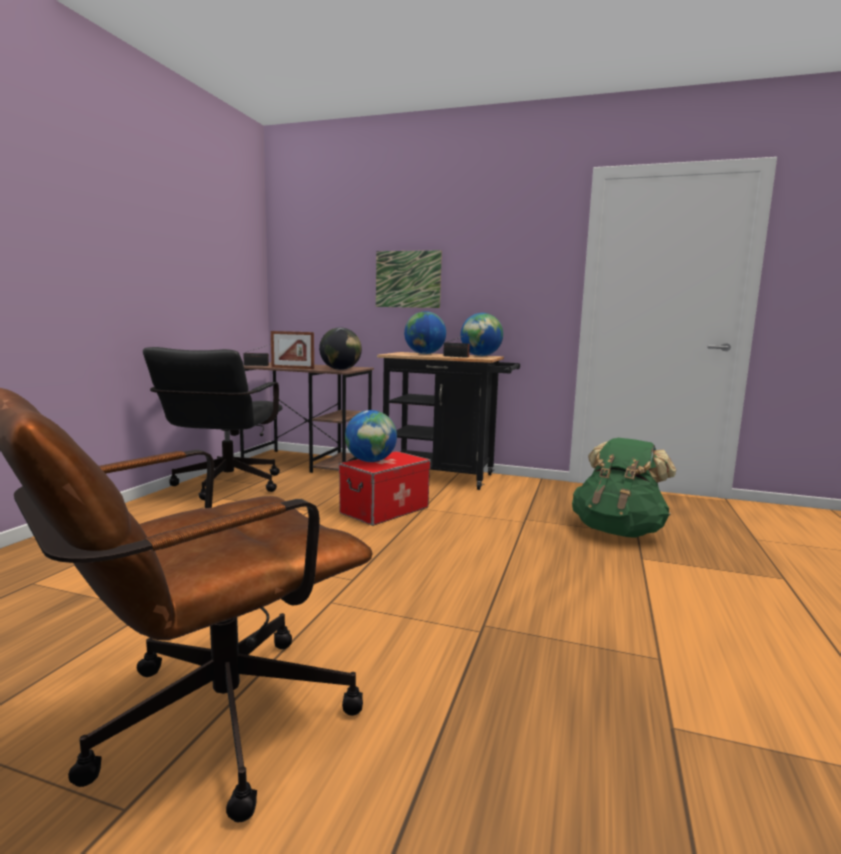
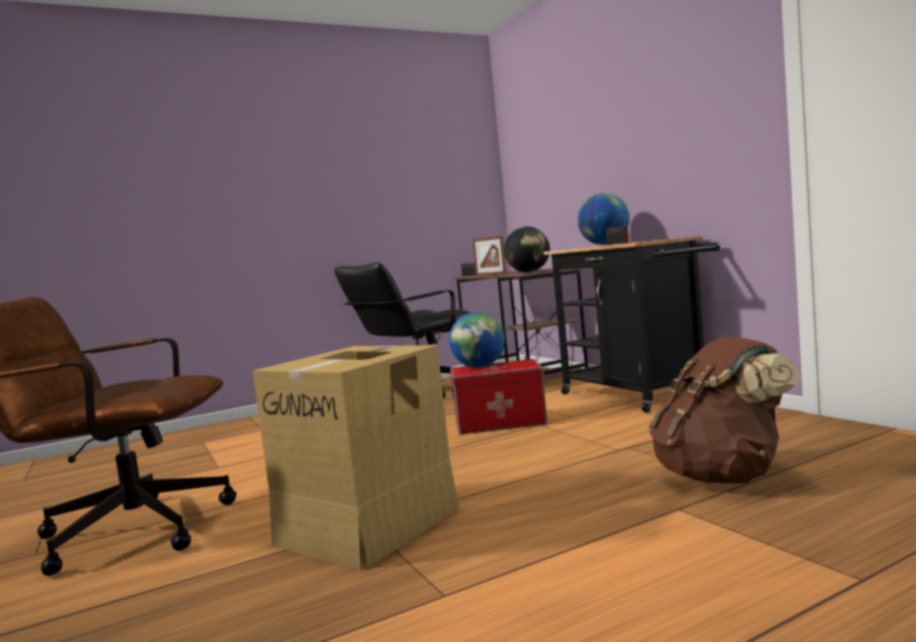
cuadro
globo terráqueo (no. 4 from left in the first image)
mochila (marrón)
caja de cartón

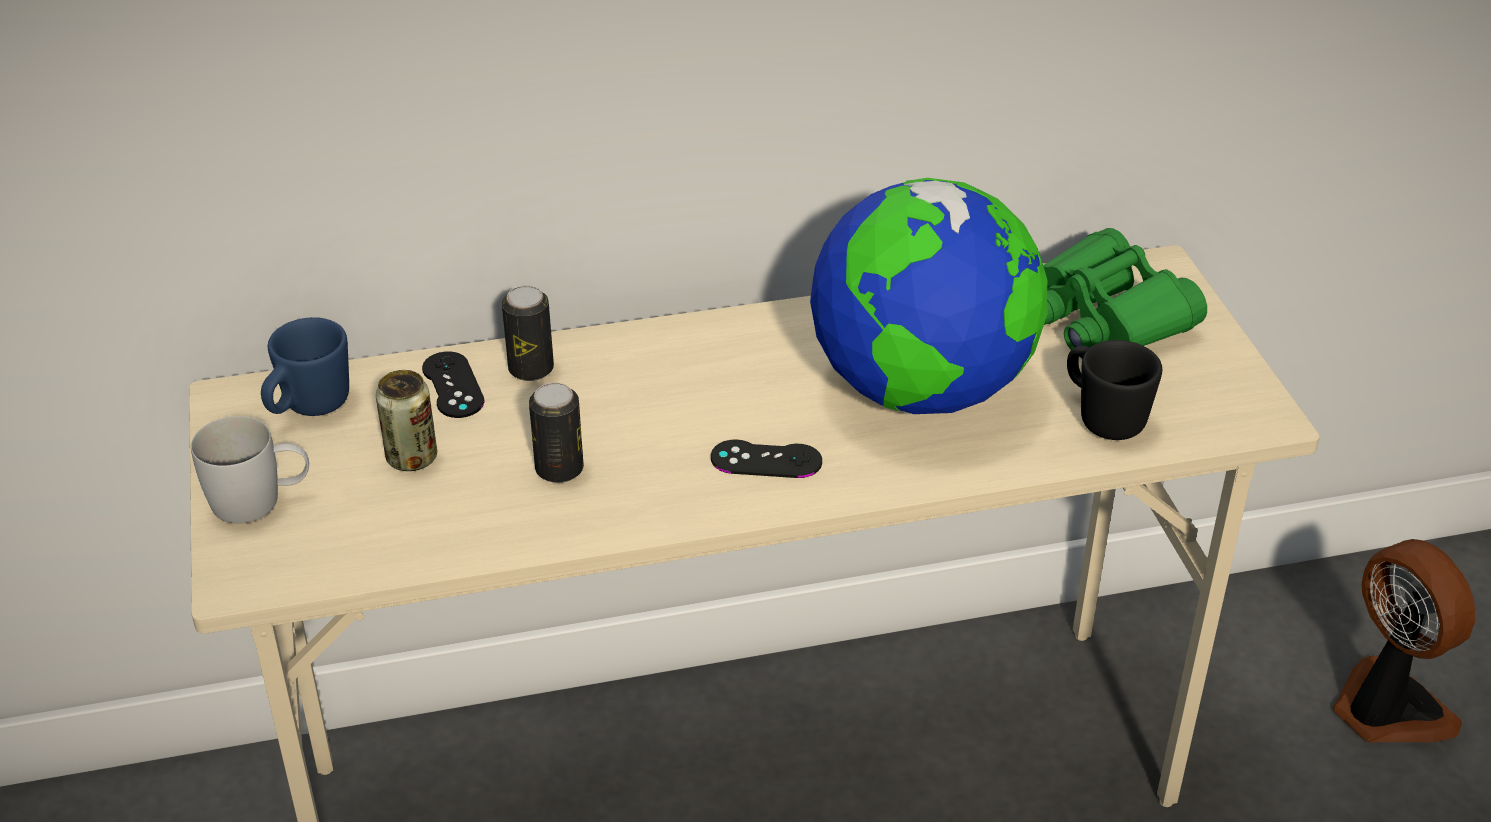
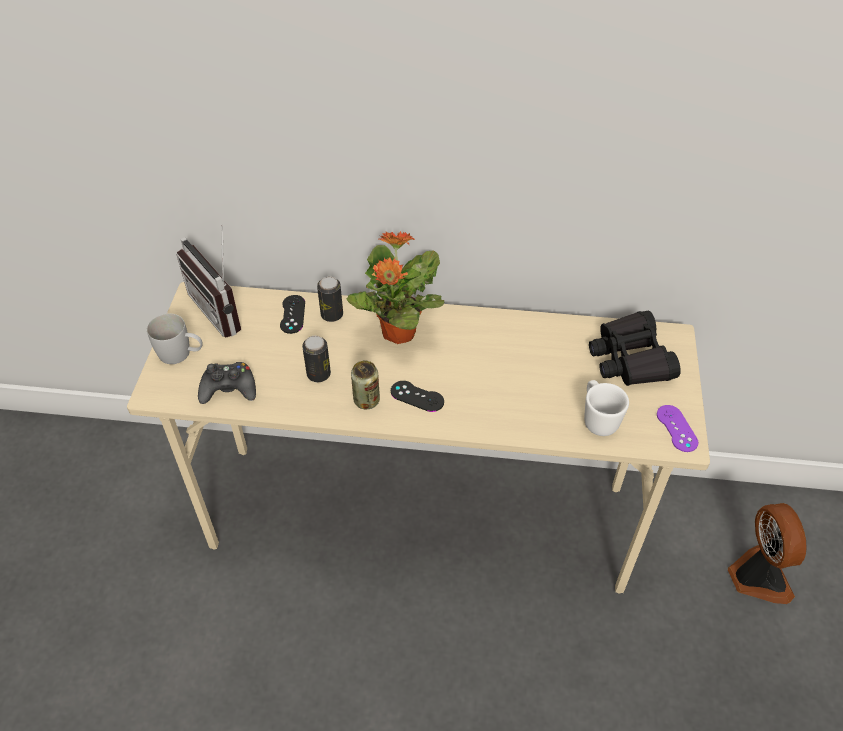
globo terráqueo
prismáticos (negro)
radio
taza grande (blanco) (no. 2 from left)
lata (no. 3 from left)
planta en maceta
mando de consola (negro) (no. 1 from left)
mando de consola (morado)

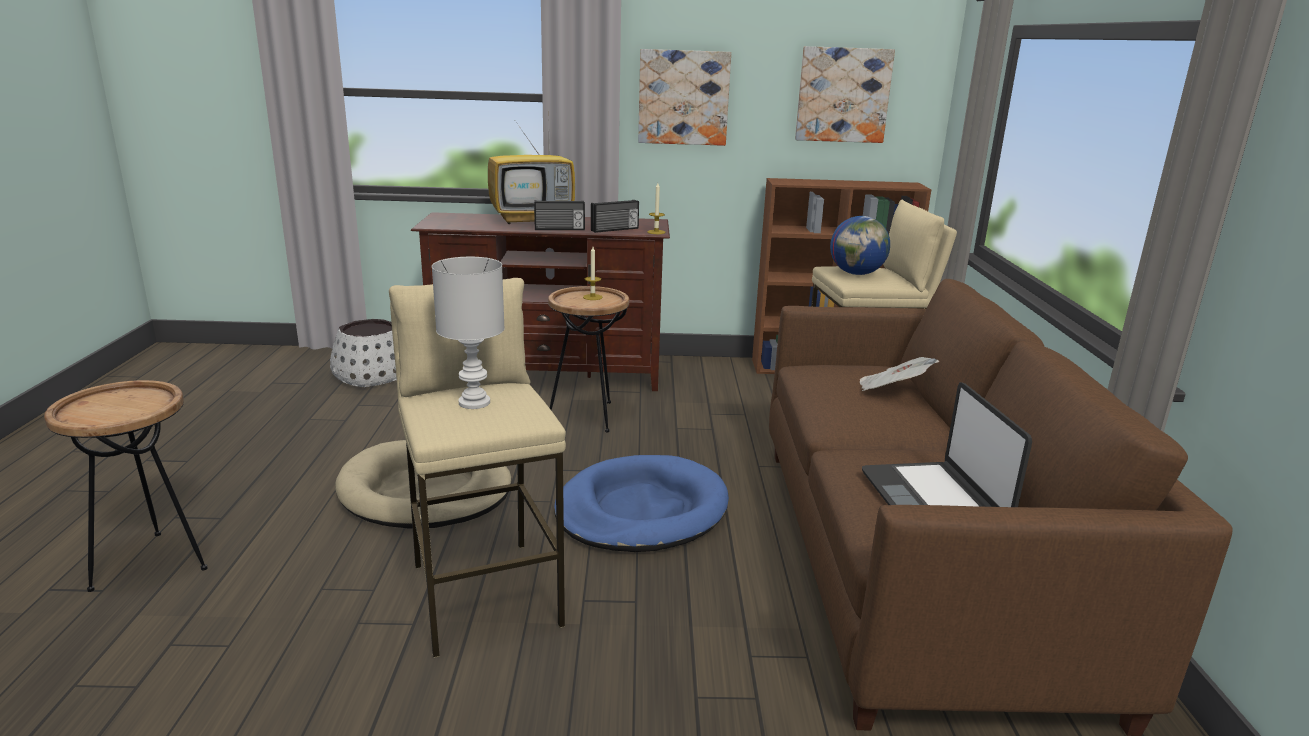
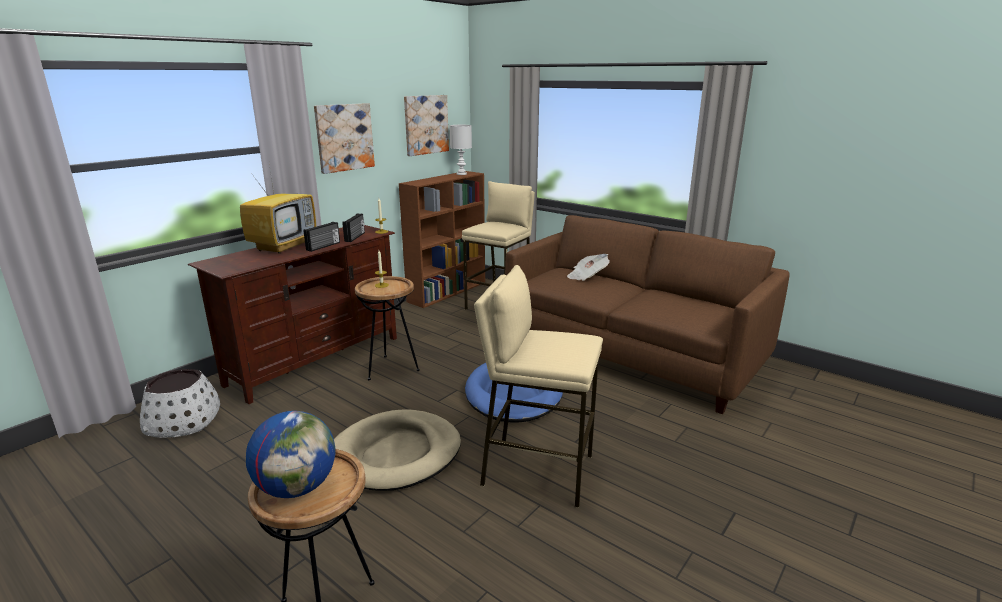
globo terráqueo
lámpara de mesa (blanco)
portátil

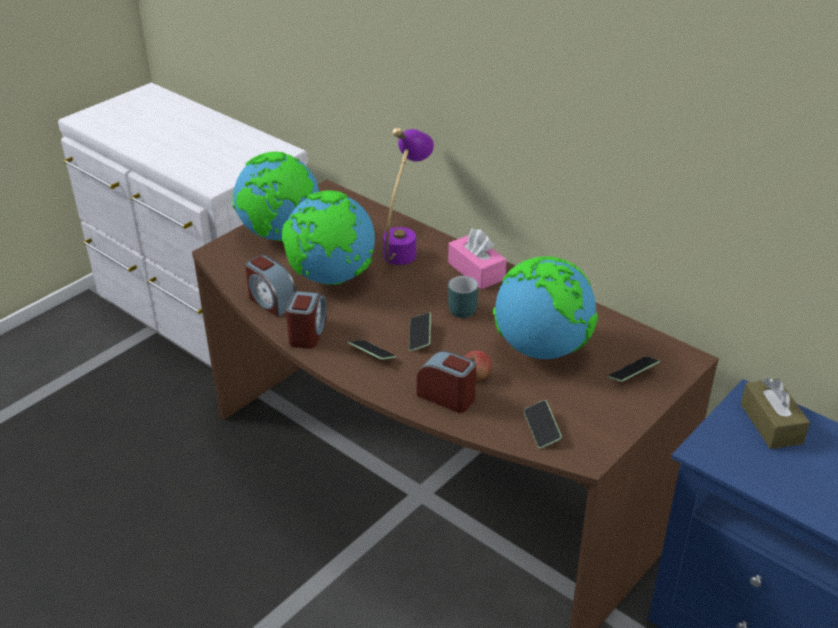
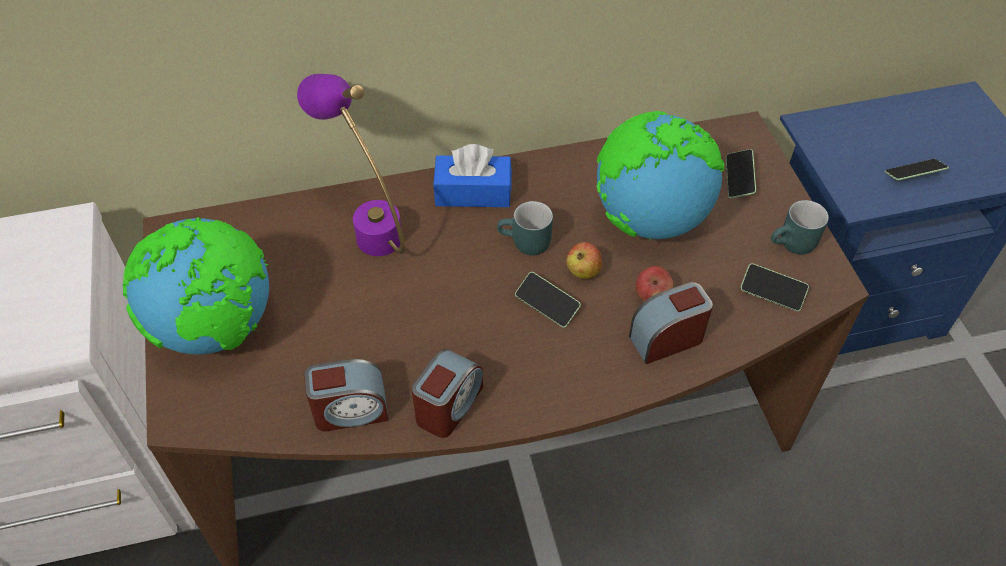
globo terráqueo (no. 2 from left in the first image)
caja de pañuelos (azul)
despertador (no. 2 from left)
móvil (no. 4 from left)
caja de pañuelos (marrón)
taza grande (turquesa) (no. 2 from left)
manzana (no. 1 from left)

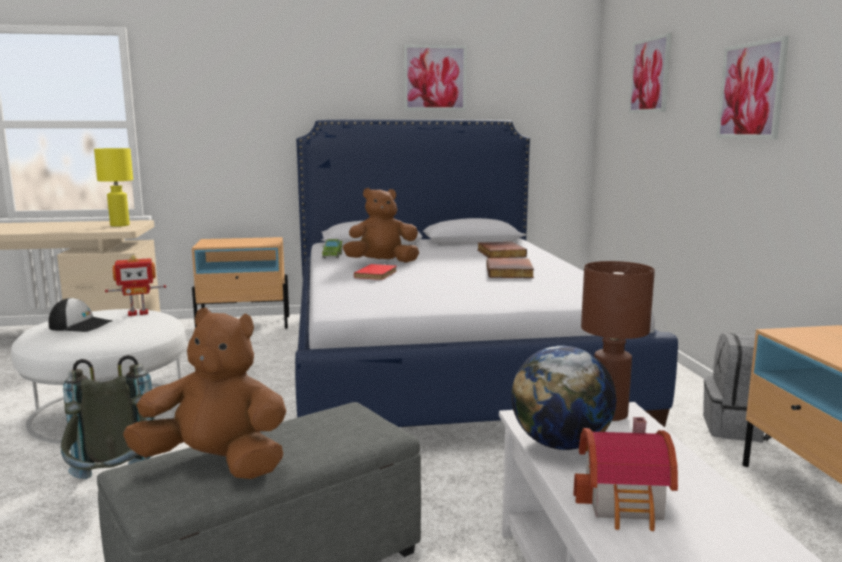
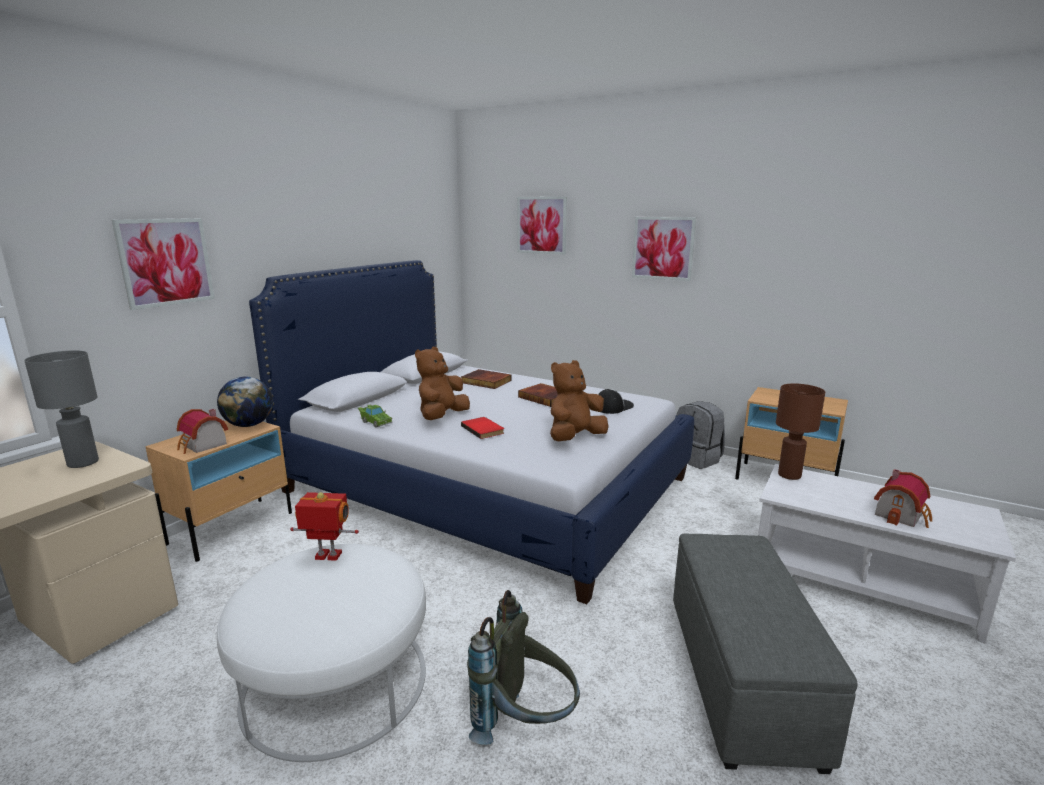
cuadro (no. 1 from left)
lámpara de mesa (gris)
robot de juguete
gorra
peluche (marrón) (no. 2 from left)
globo terráqueo
casita (no. 1 from left)

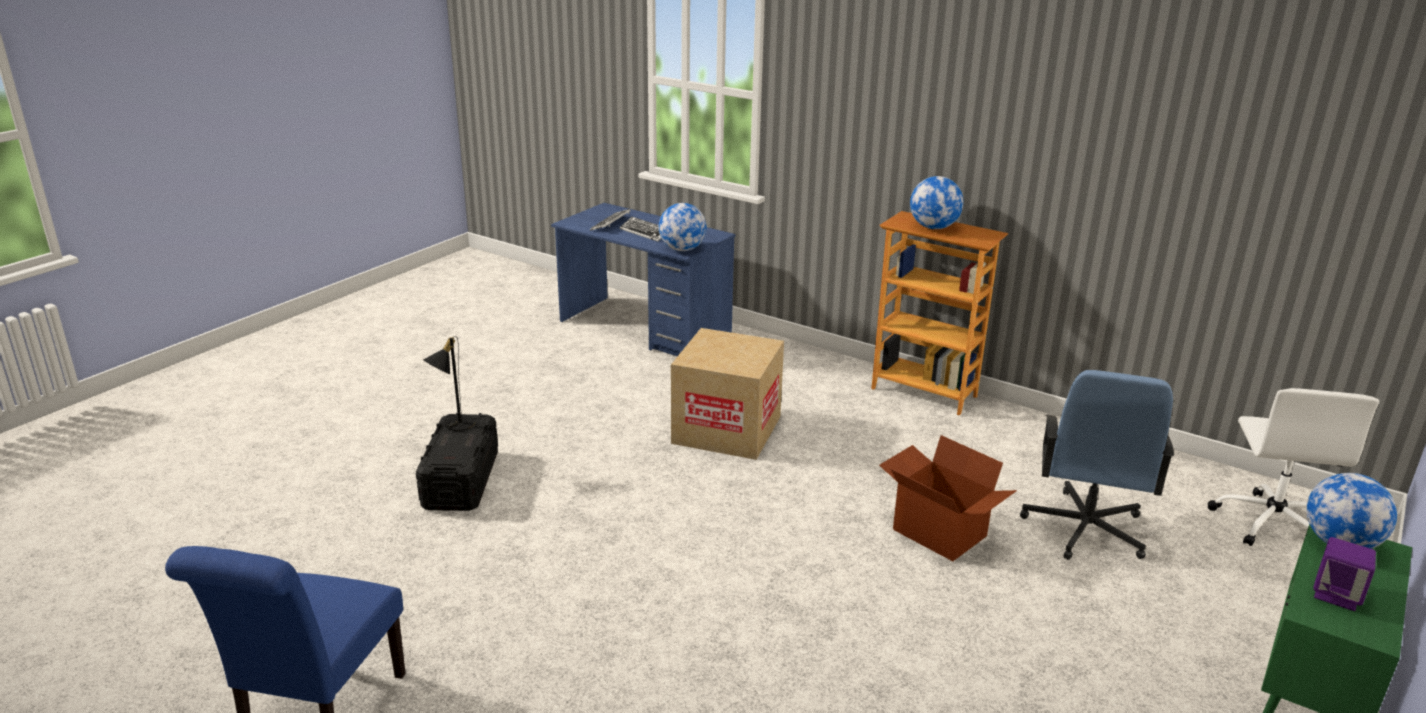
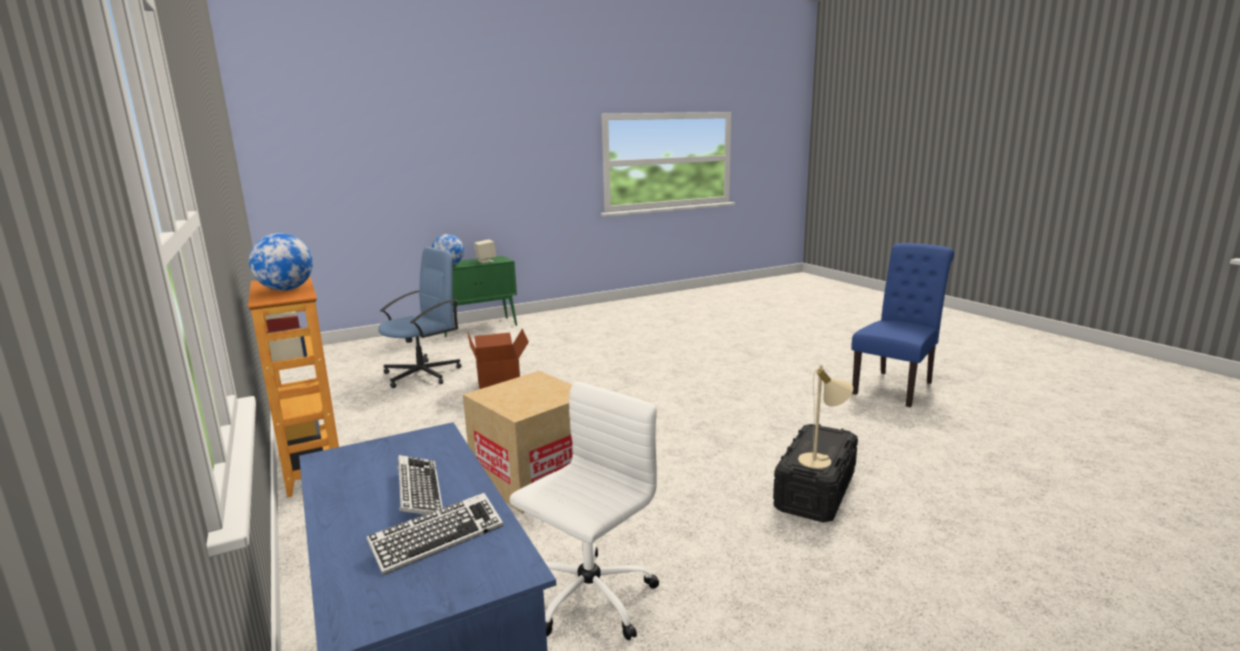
globo terráqueo (no. 1 from left in the first image)
lámpara de mesa (beis)
silla de oficina (blanco)
altavoz (beis)

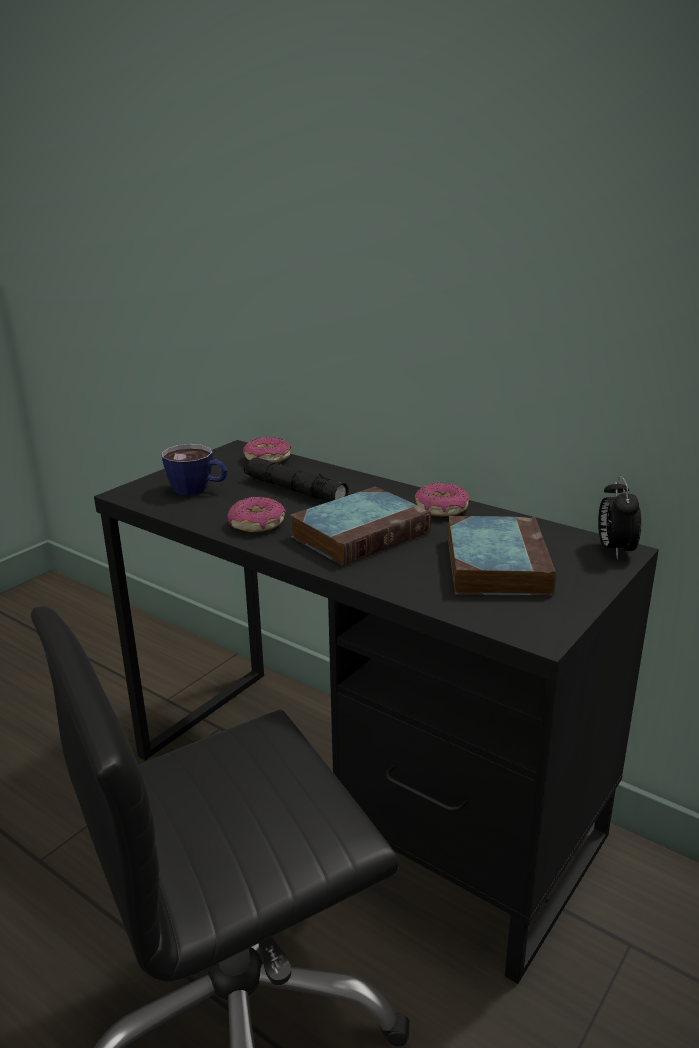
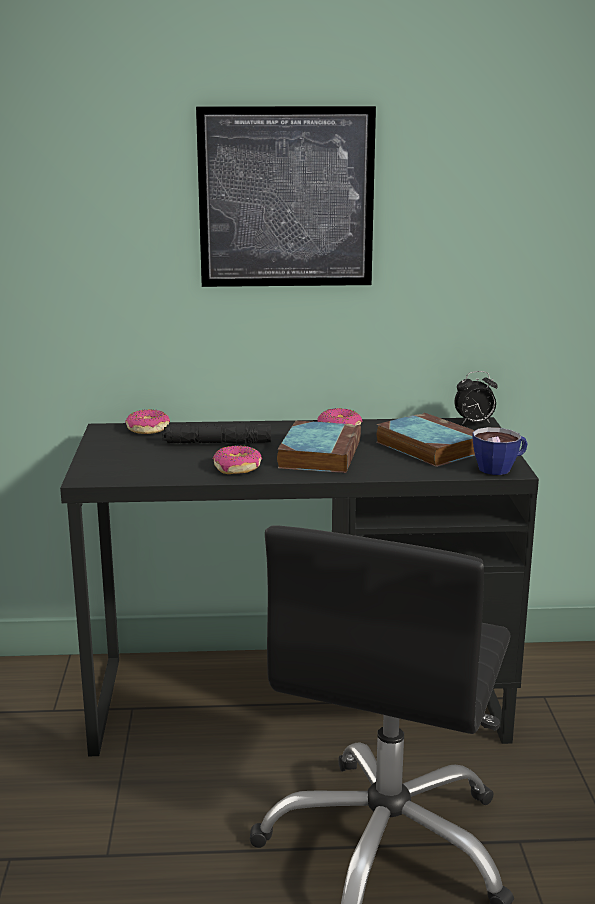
taza
despertador
cuadro

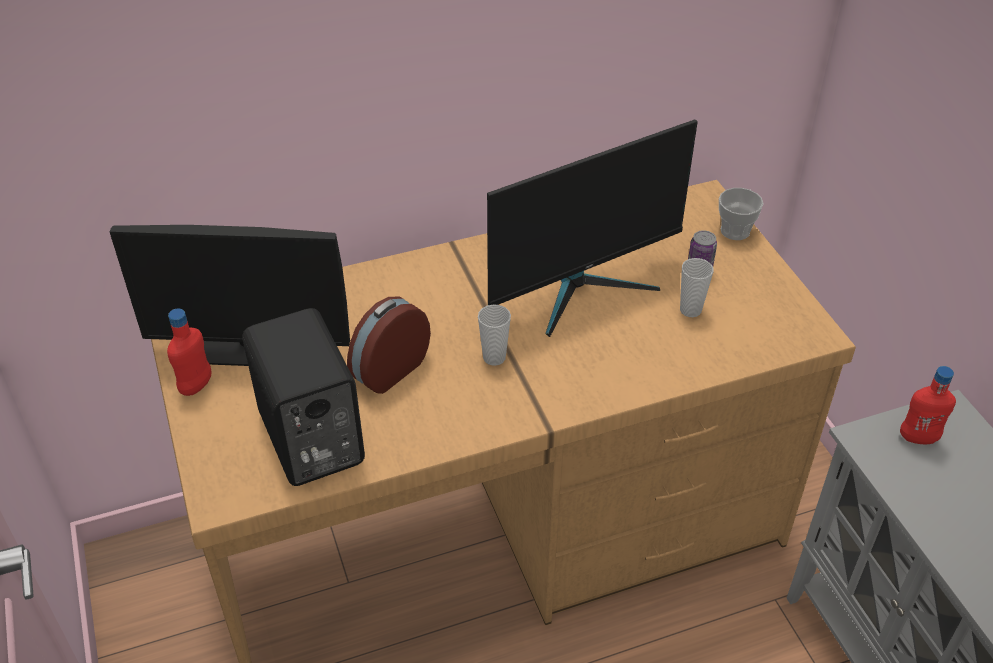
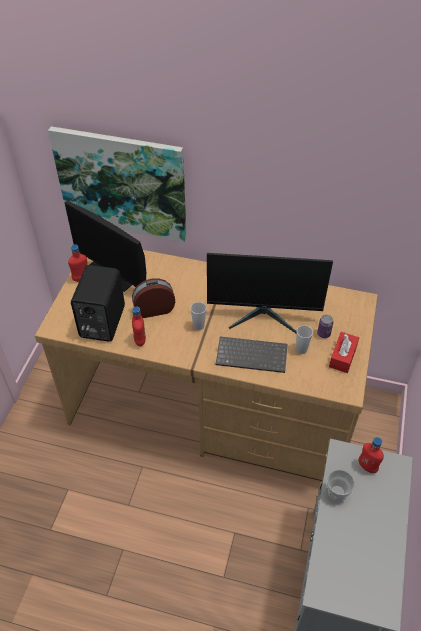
taza (no. 3 from left)
cuadro
botella (rojo) (no. 2 from left)
caja de pañuelos (rojo)
teclado

